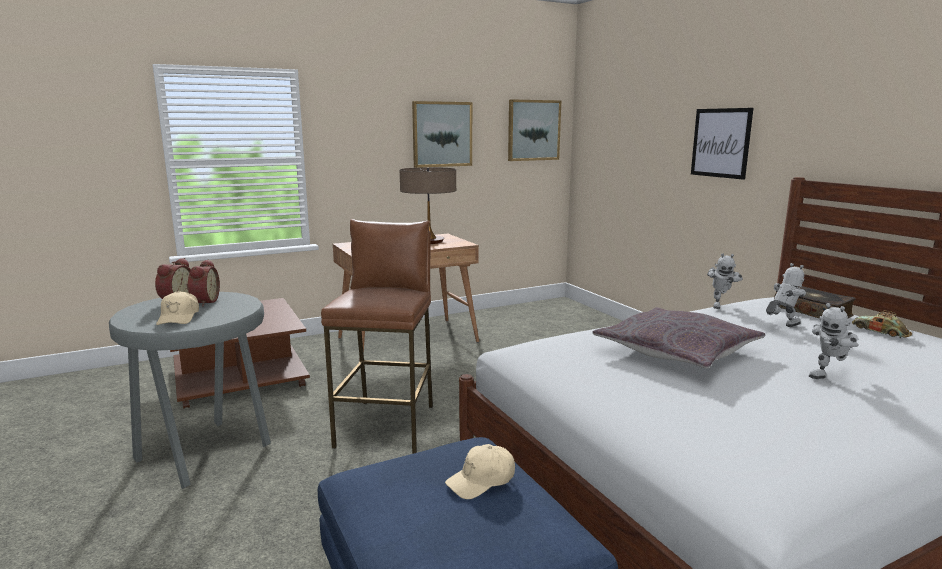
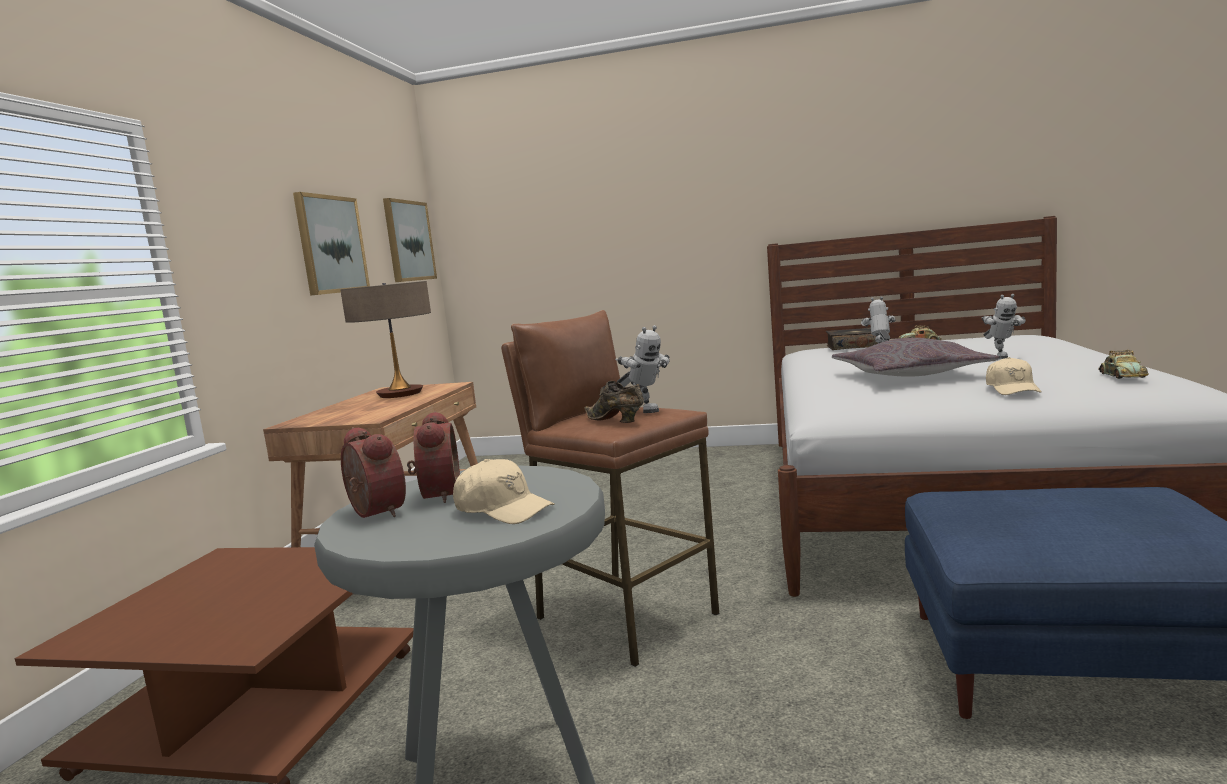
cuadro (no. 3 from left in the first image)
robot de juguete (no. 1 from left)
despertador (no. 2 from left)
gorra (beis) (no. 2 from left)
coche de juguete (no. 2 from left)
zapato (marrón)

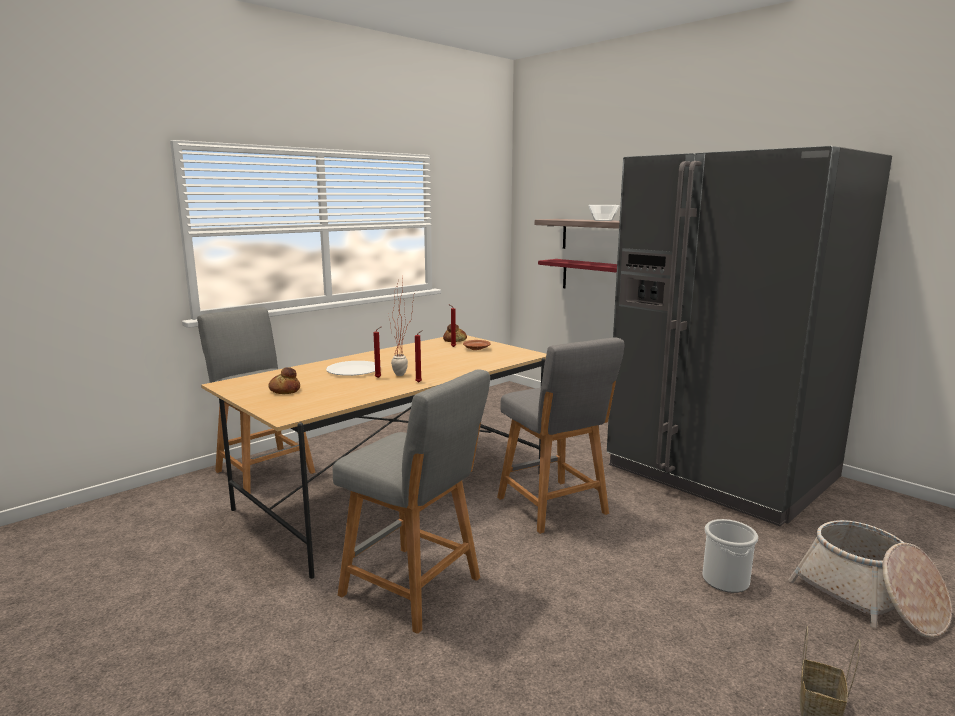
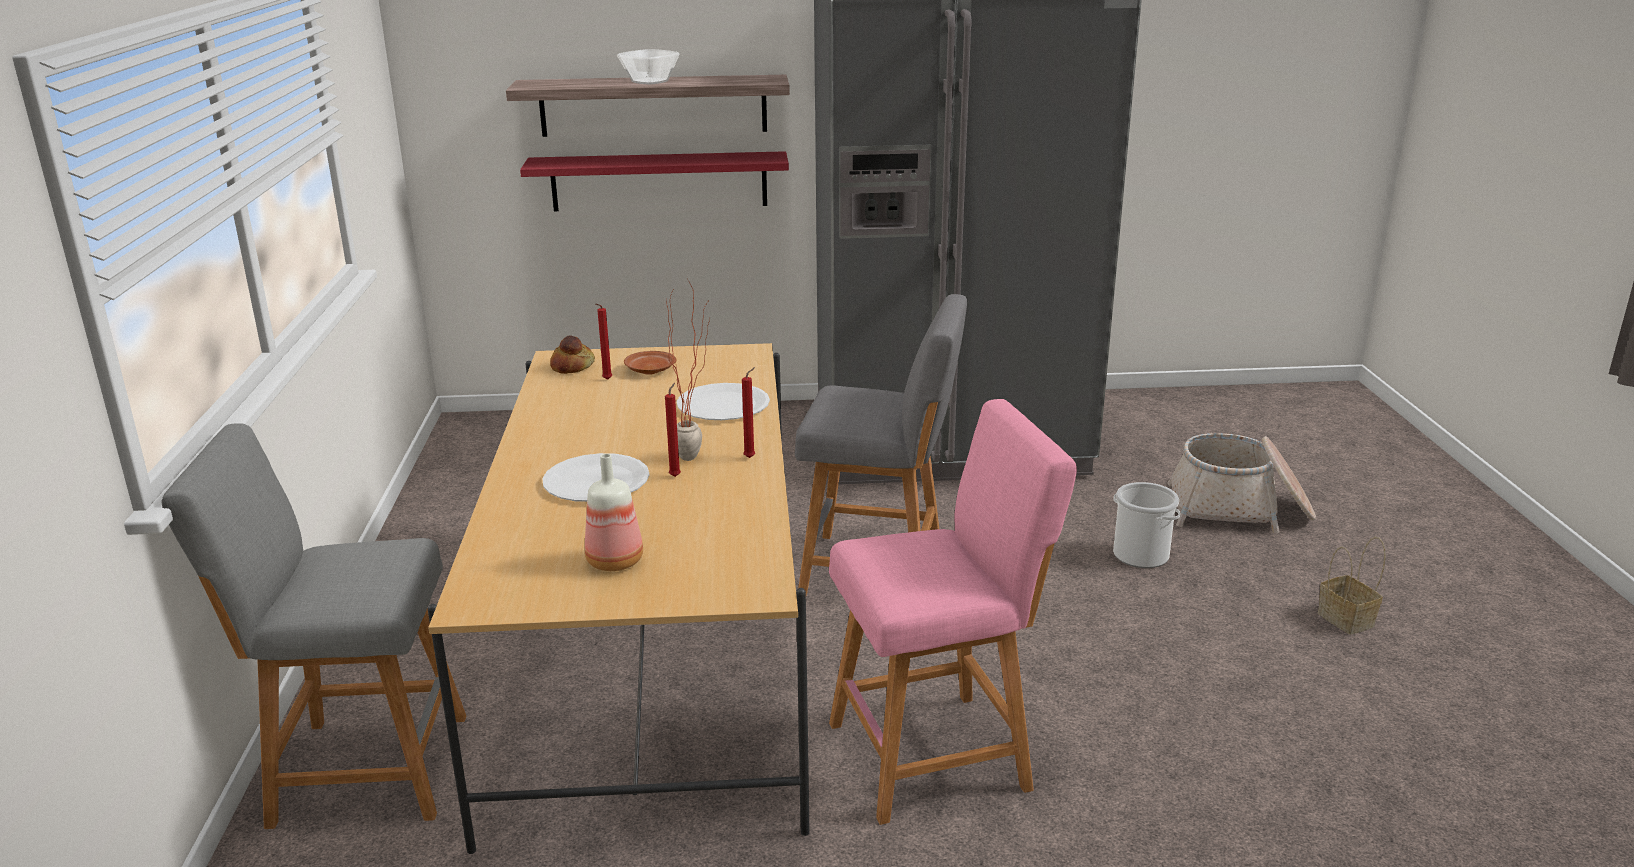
botella
taburete (rosa)
plato (blanco) (no. 2 from left)

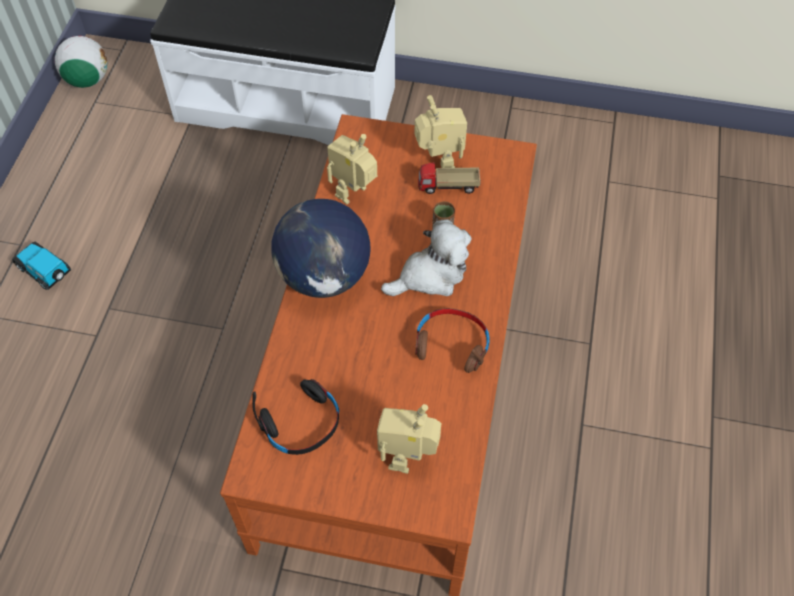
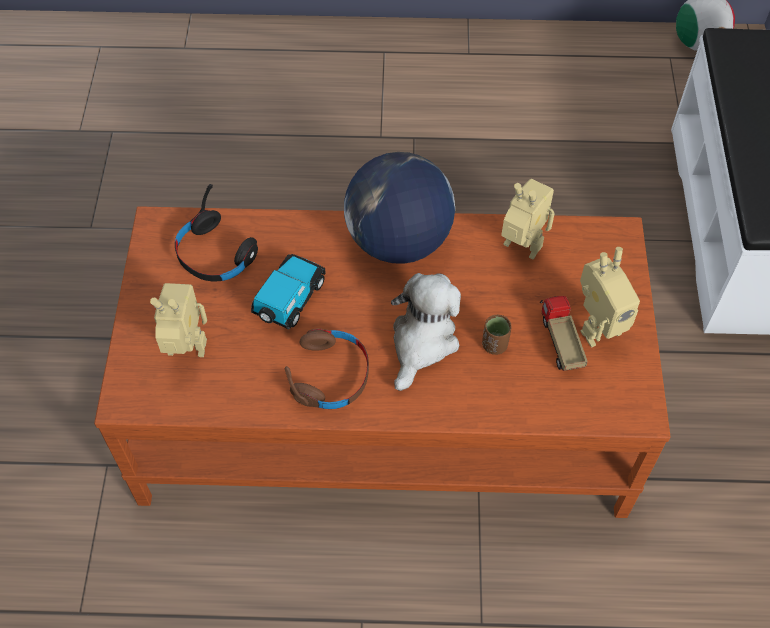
peluche
coche de juguete

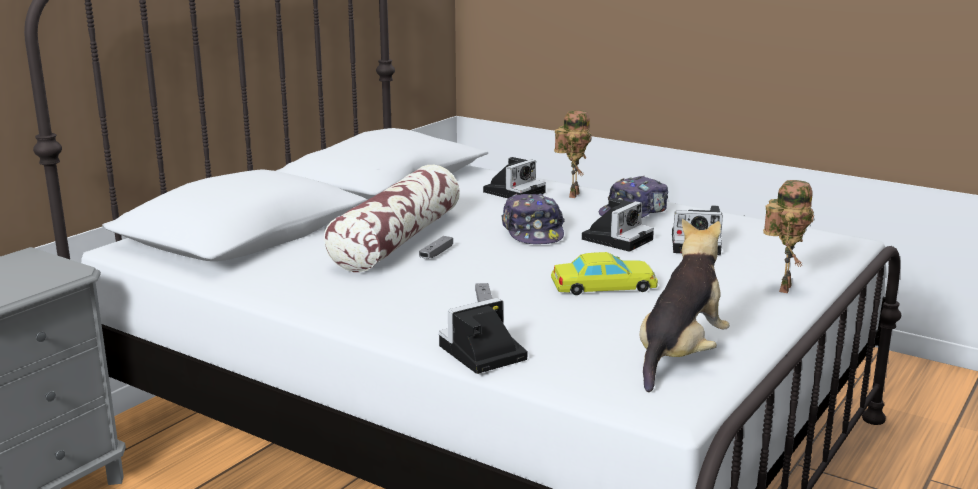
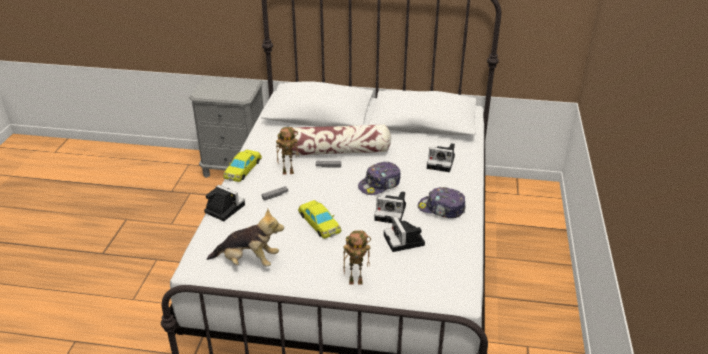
robot de juguete (no. 1 from left)
coche de juguete (amarillo) (no. 1 from left)

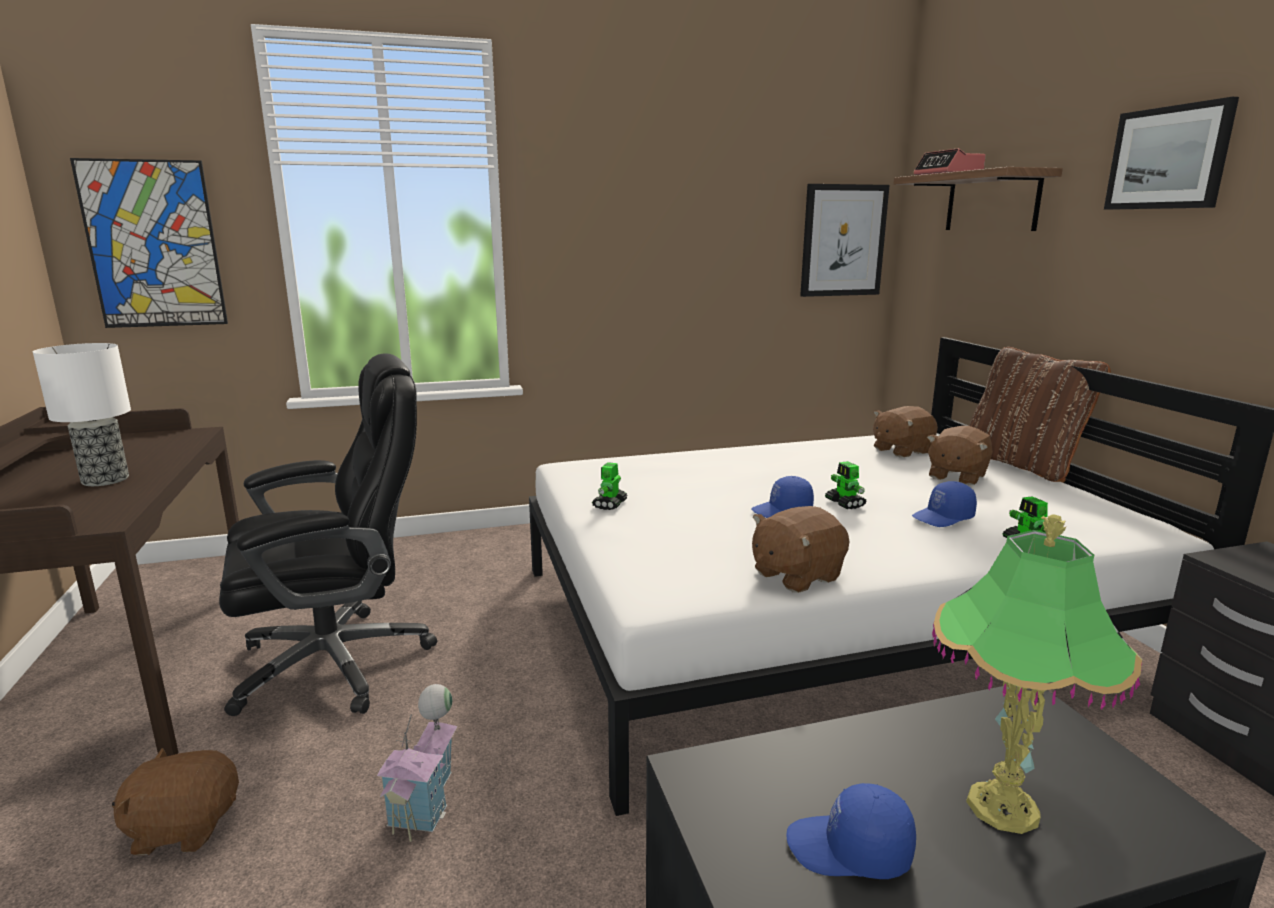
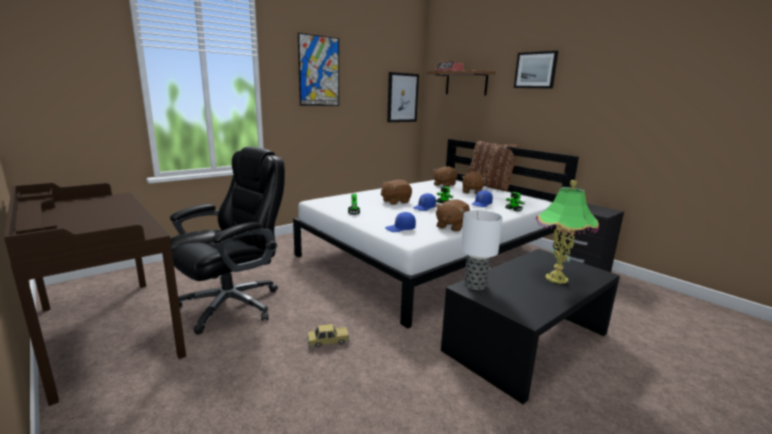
cuadro (no. 1 from left)
lámpara de mesa (no. 1 from left)
coche de juguete
peluche (marrón) (no. 1 from left)
gorra (azul) (no. 1 from left)

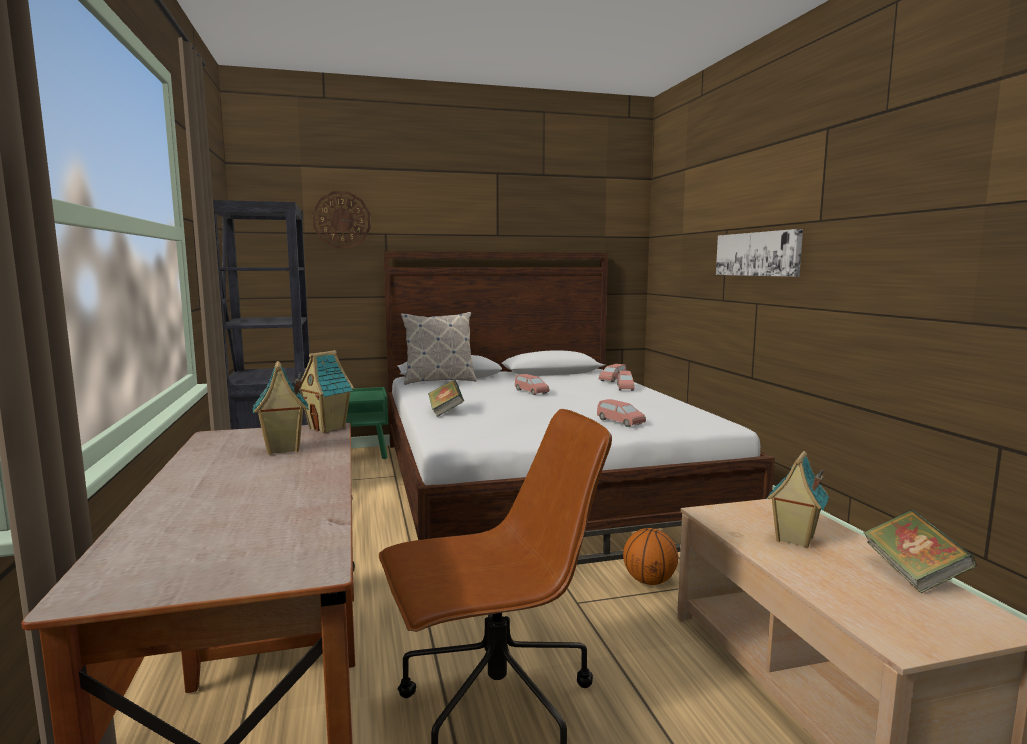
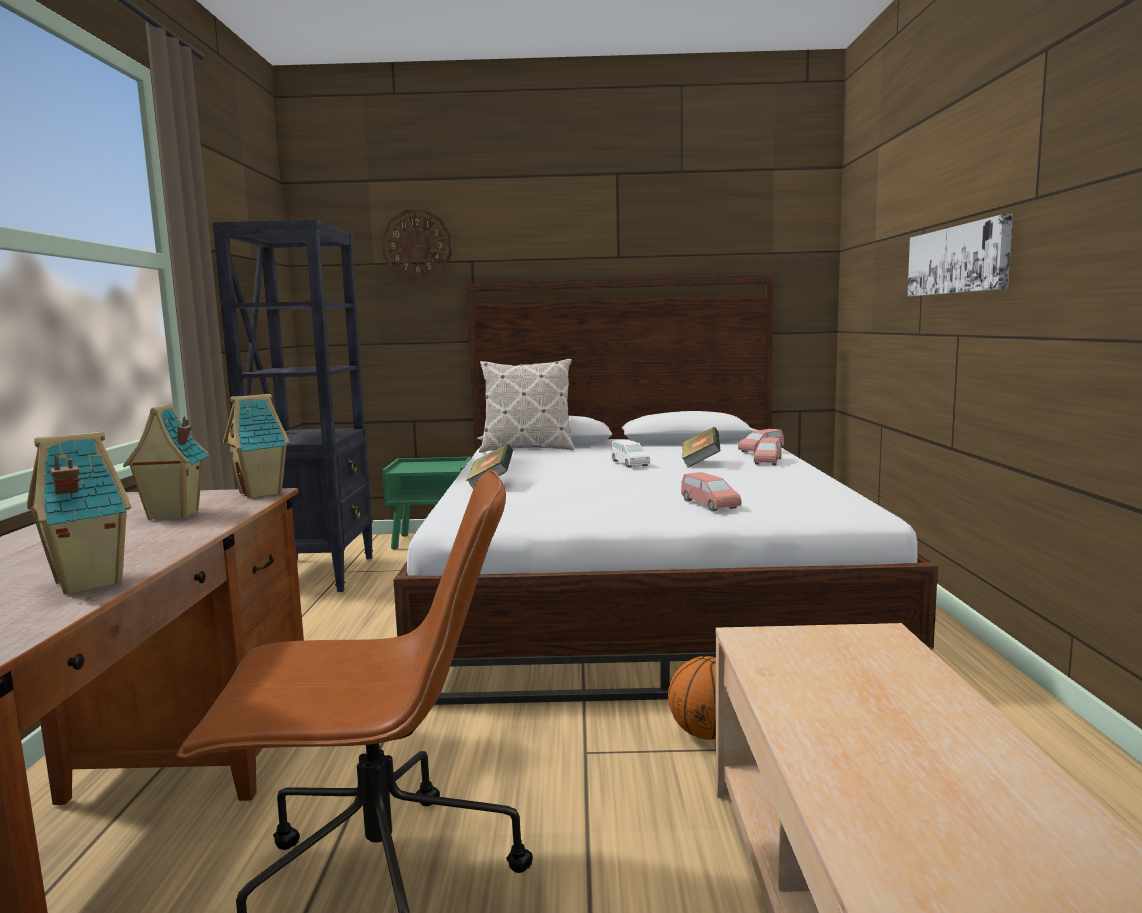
coche de juguete (blanco)
casita (no. 1 from left)
libro (no. 2 from left)

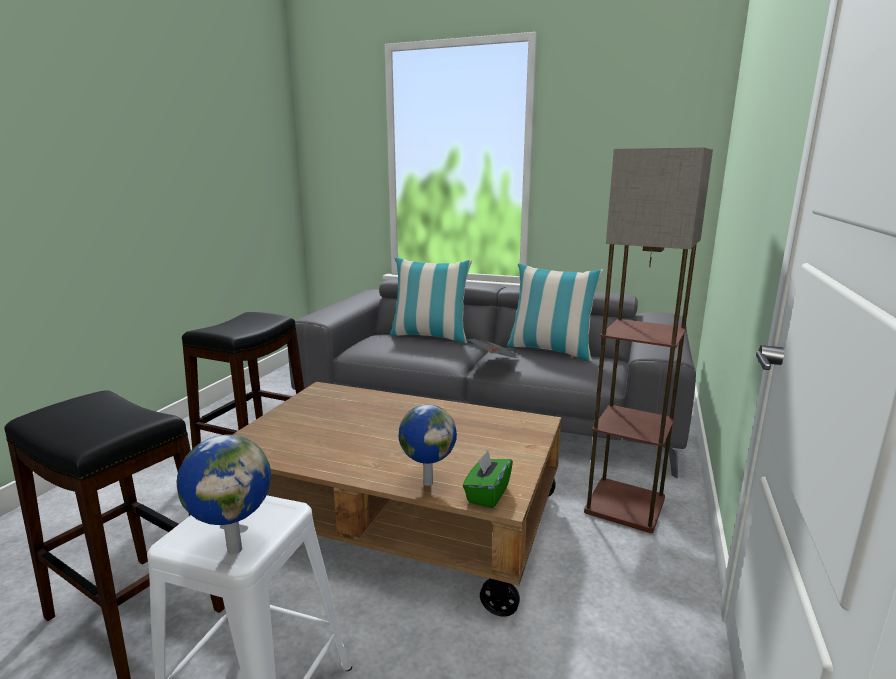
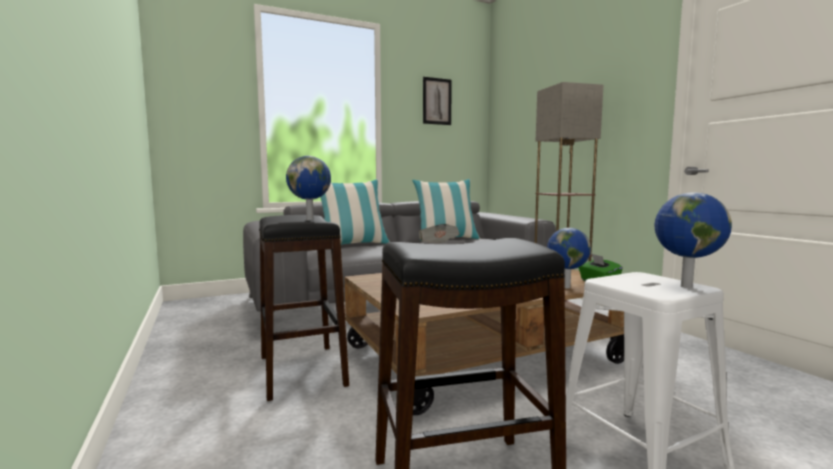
cuadro
globo terráqueo (no. 1 from left)

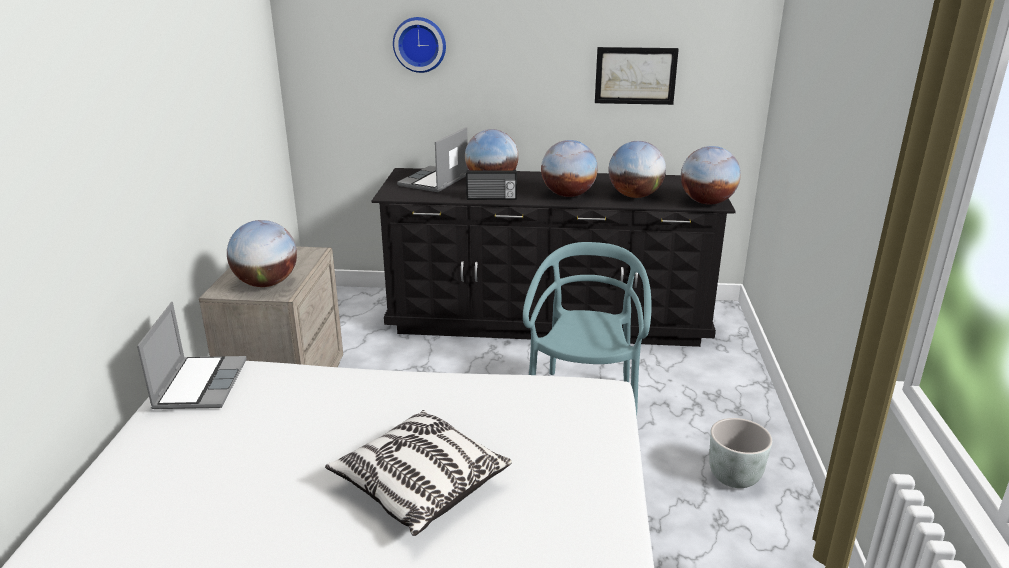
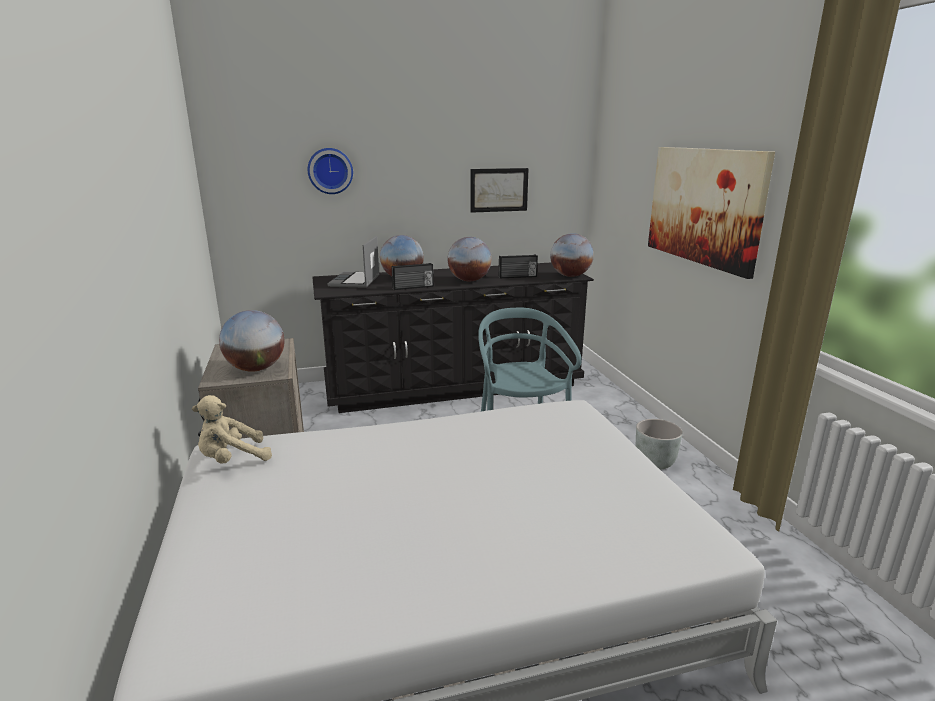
radio (no. 2 from left)
peluche (beis)
cojín
cuadro (no. 2 from left)

